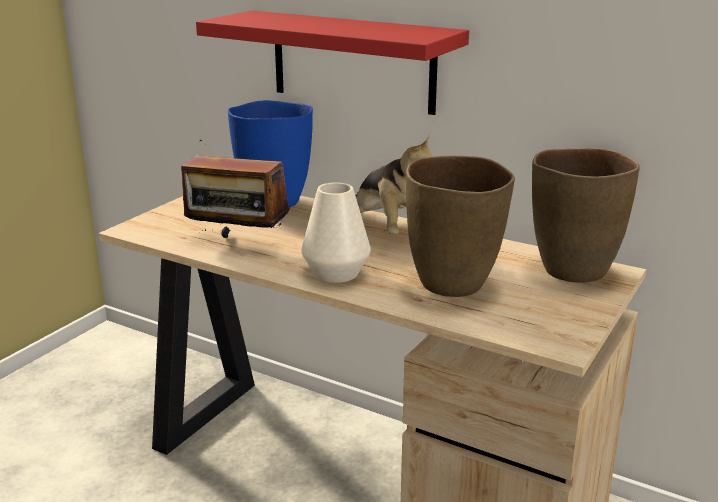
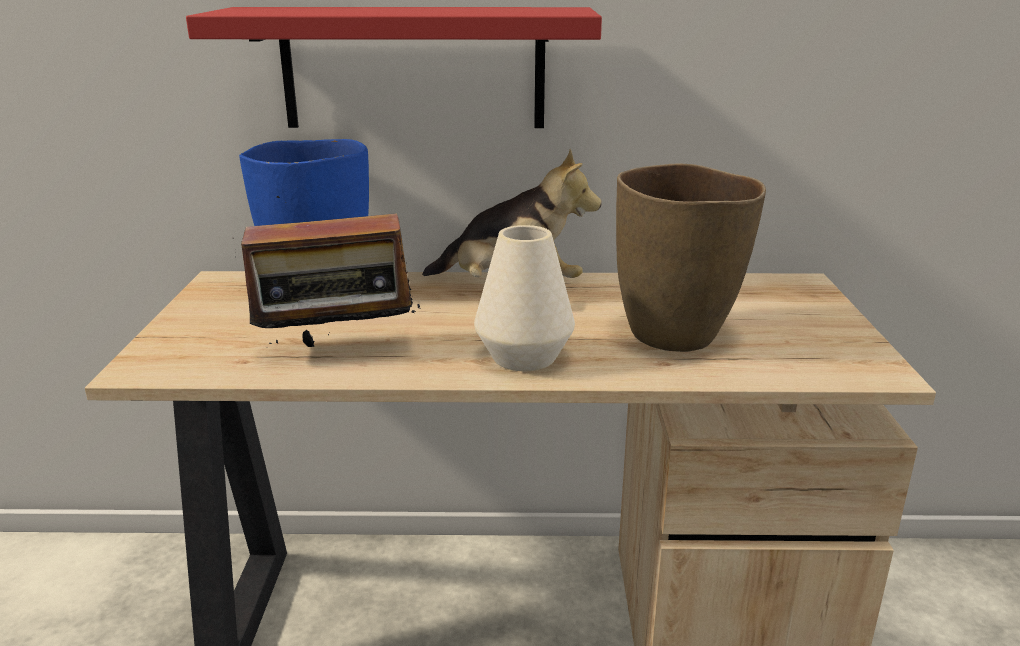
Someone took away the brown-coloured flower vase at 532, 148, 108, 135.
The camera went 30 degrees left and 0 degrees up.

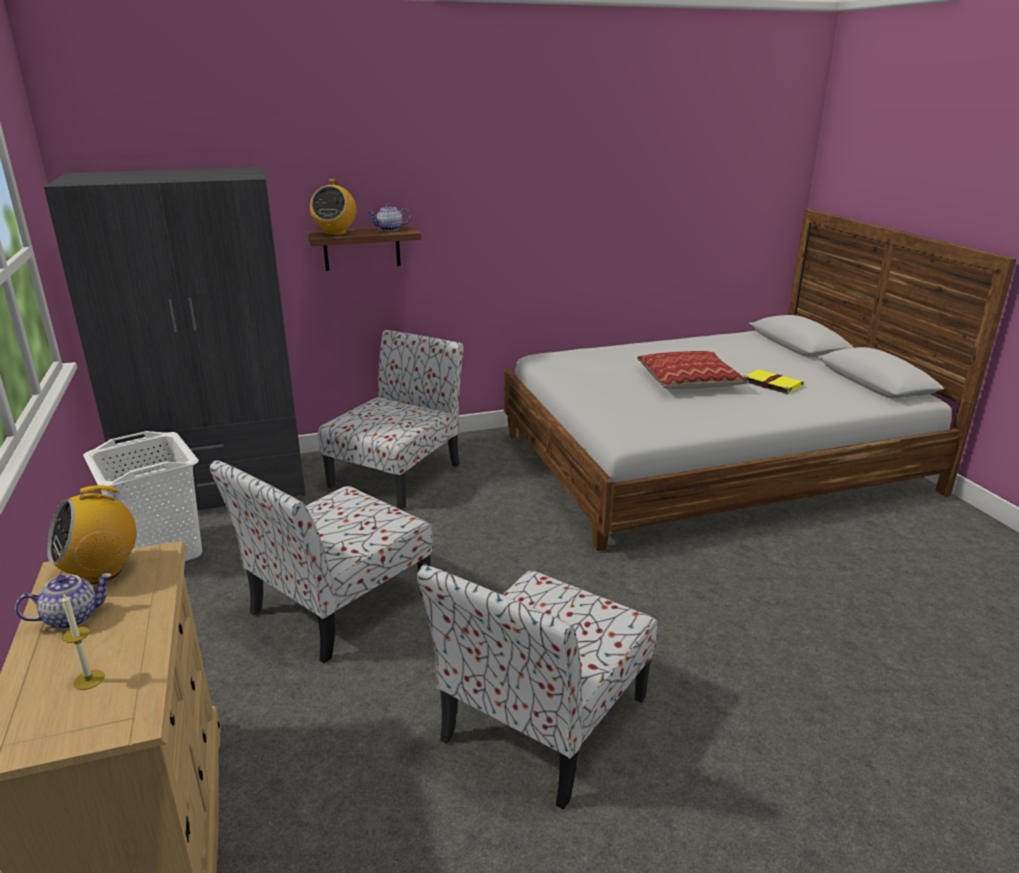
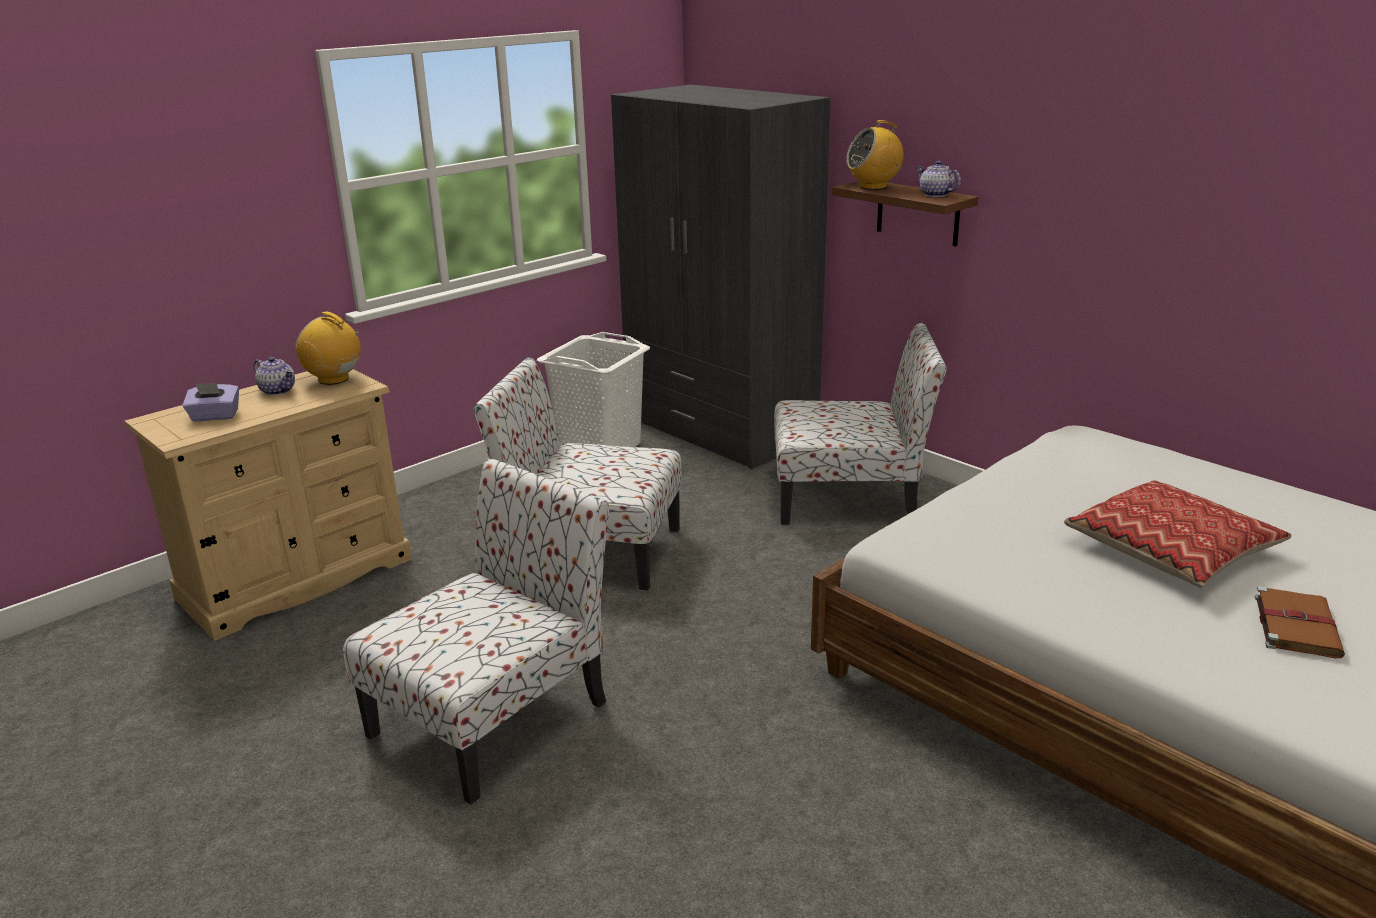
Someone repainted the yellowish bound book at 743, 369, 60, 26, which became the brown-coloured bound book at 1255, 586, 90, 72.
Someone rotated the upright chair at 417, 564, 241, 246 by 120 degrees clockwise.
Someone swapped the candle at 62, 594, 43, 96 for the purple tissue holder at 183, 383, 56, 39.
The camera went 65 degrees right and 0 degrees up.

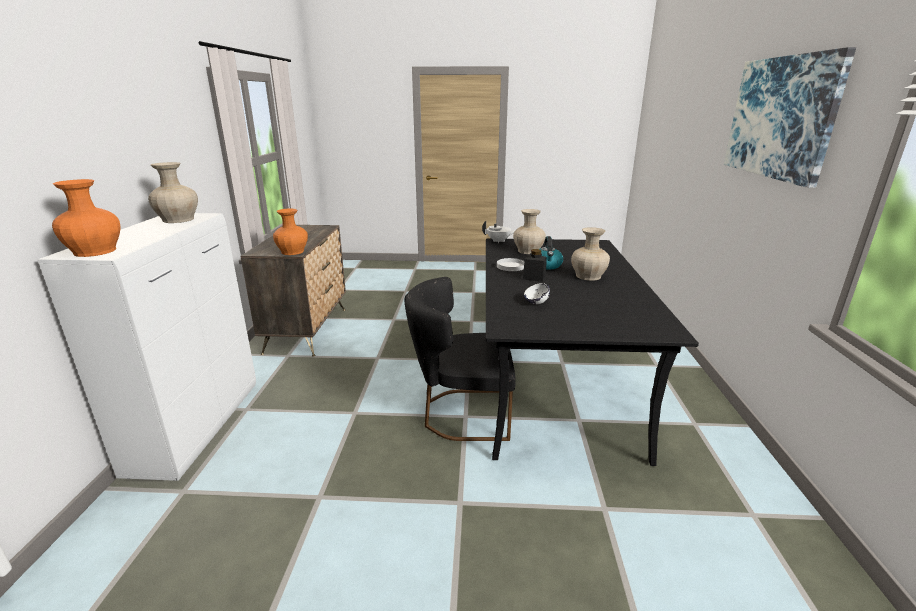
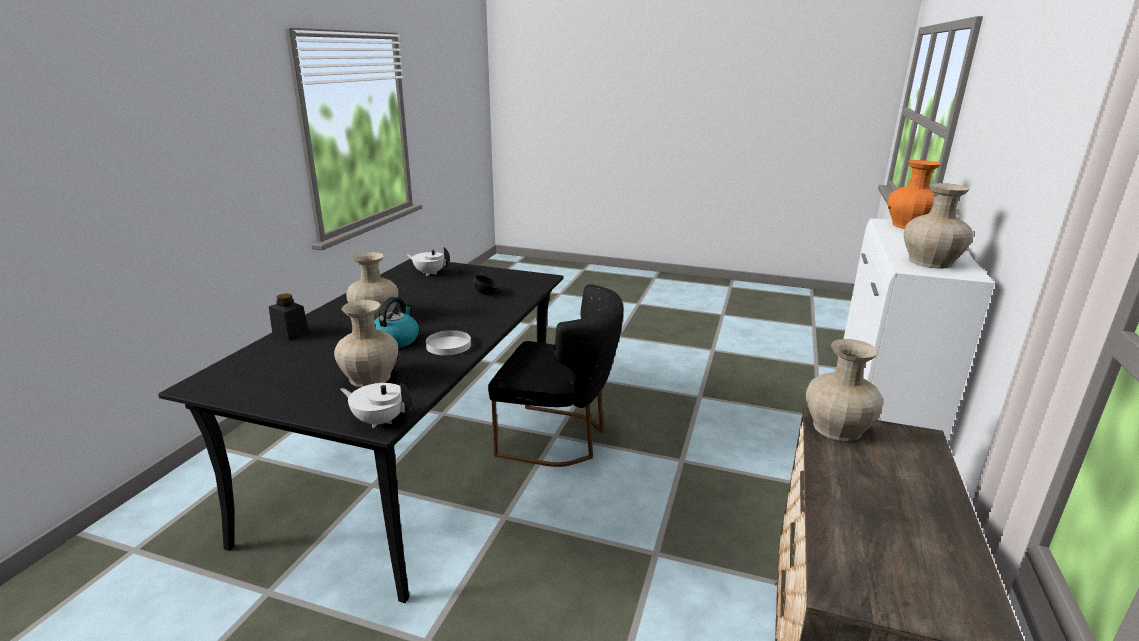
Someone took away the wall picture at 724, 47, 132, 141.
Someone repainted the orange-coloured flower vase at 273, 209, 35, 46, which became the beige flower vase at 806, 339, 77, 102.
Someone carried the black storage jar from 523, 249, 24, 33 to 269, 293, 40, 48.
Someone repainted the white-coloured bowl at 524, 283, 26, 21, which became the black bowl at 474, 275, 26, 20.
Someone put down the white-coloured pot for tea at 406, 247, 44, 29.
The camera went 165 degrees left and 0 degrees up.

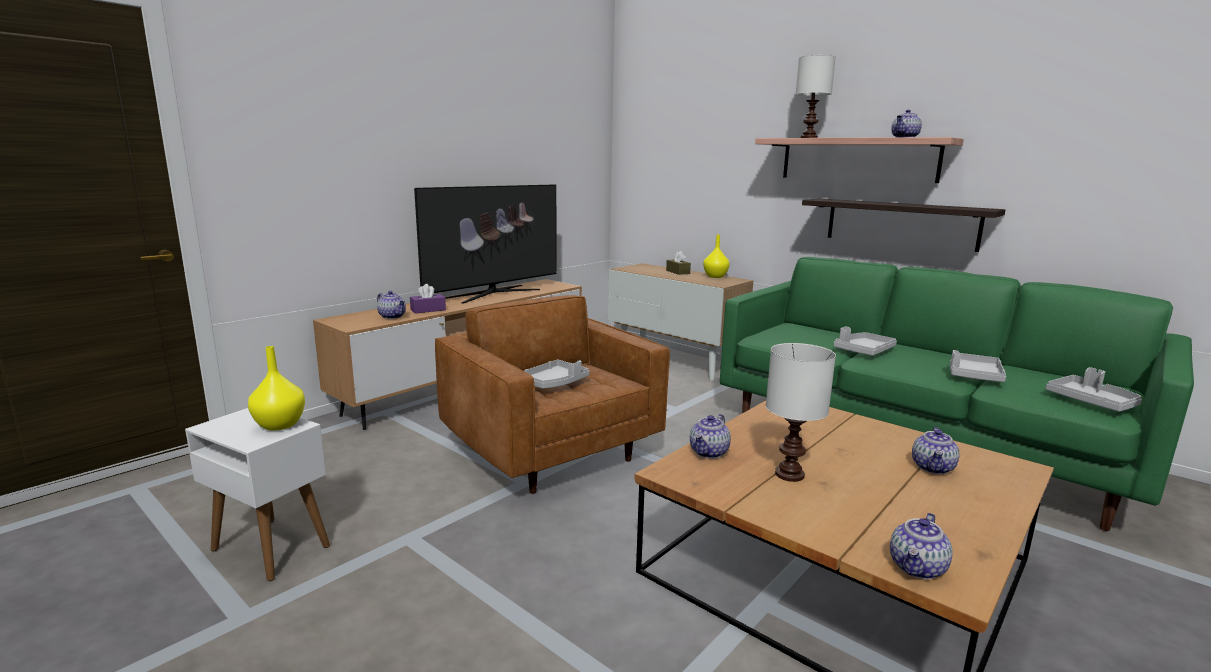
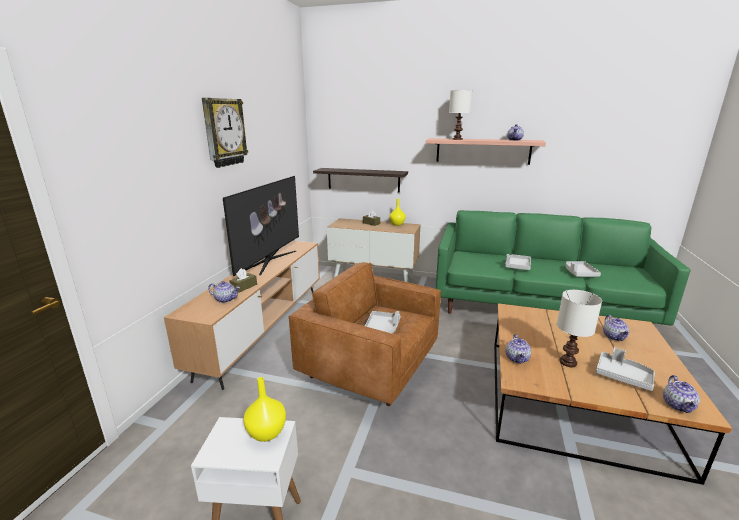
Someone carried the bracket shelf from 802, 199, 204, 53 to 313, 168, 95, 24.
Someone repainted the purple tissue holder at 410, 284, 36, 30, which became the brown-coloured tissue holder at 229, 268, 28, 25.
Someone carried the grey carrying tray from 1045, 367, 97, 45 to 596, 347, 59, 44.
Someone put up the hanging clock at 202, 98, 46, 70.
The camera went 25 degrees left and 5 degrees up.

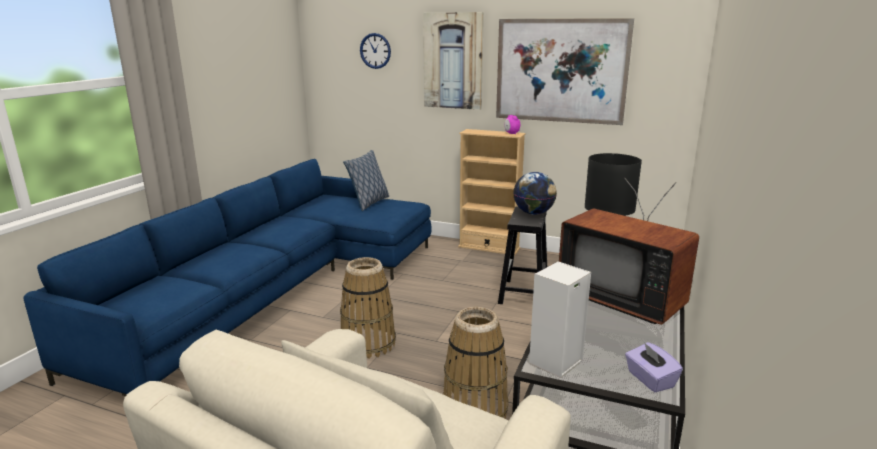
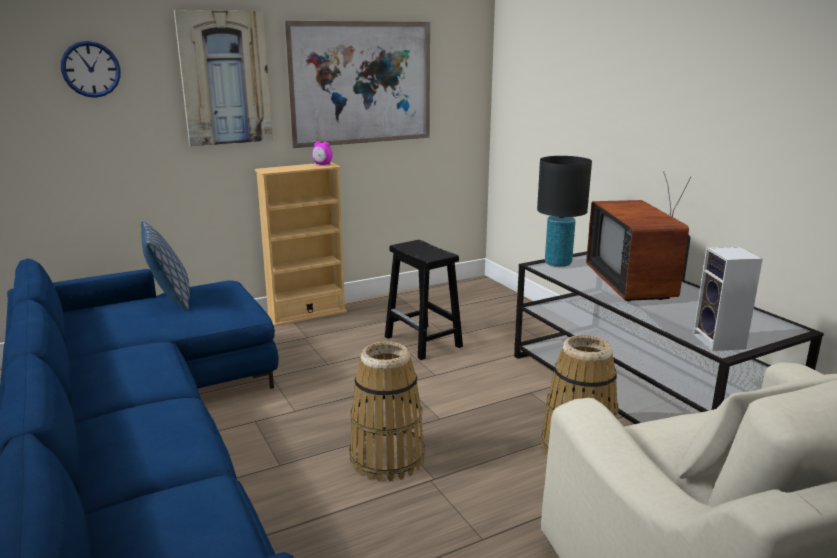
Someone took away the world globe at 513, 172, 44, 42.
Someone rotated the TV set at 559, 178, 140, 146 by 90 degrees clockwise.
Someone took away the purple tissue holder at 625, 342, 58, 50.
The camera went 50 degrees left and 0 degrees up.

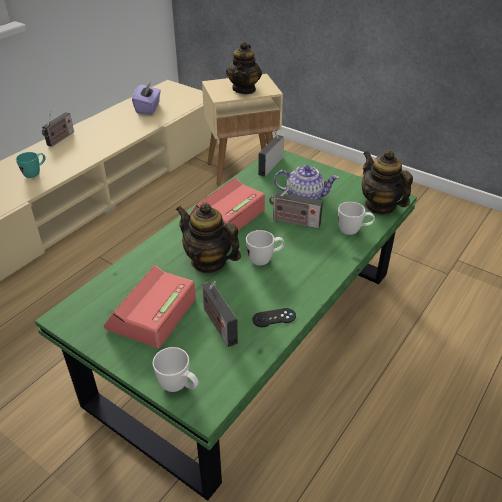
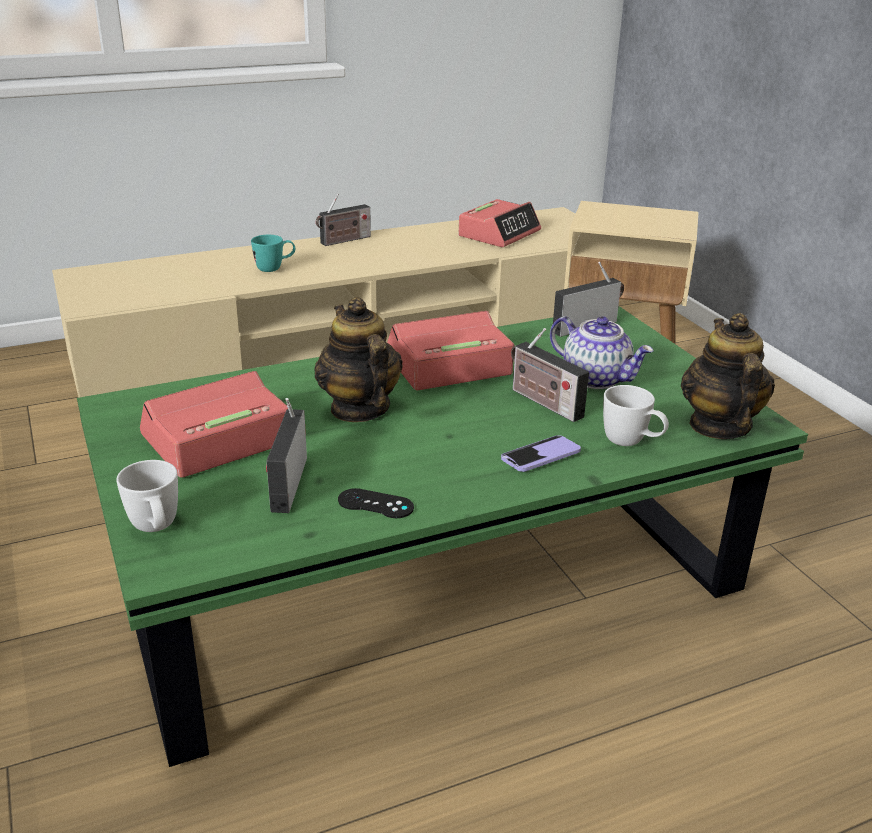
Someone took away the pot for tea at 226, 42, 36, 52.
Someone swapped the purple tissue holder at 132, 82, 29, 32 for the bedside clock at 459, 199, 82, 48.
Someone took away the white-coloured tea mug at 246, 230, 39, 36.
Someone put down the handset at 501, 435, 80, 37.
The camera went 30 degrees right and 10 degrees down.

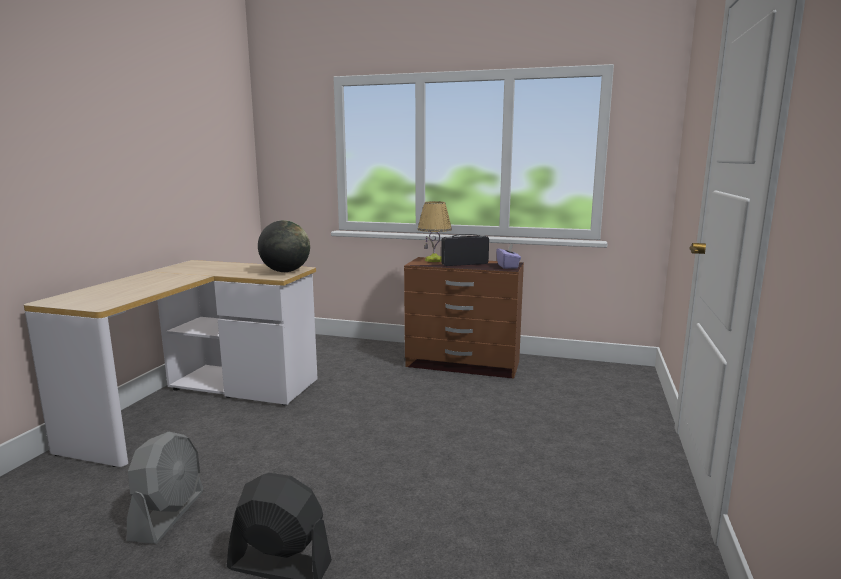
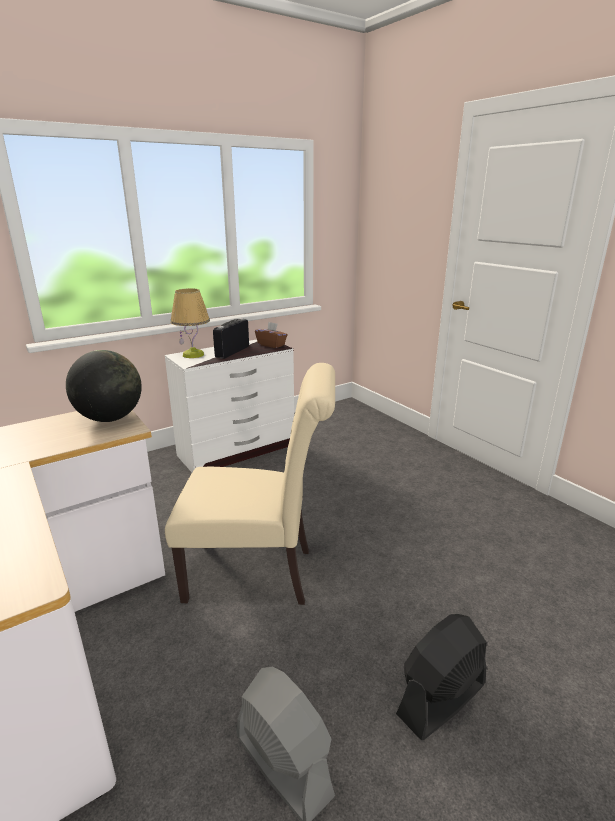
Someone repainted the purple tissue holder at 496, 244, 25, 25, which became the brown-coloured tissue holder at 255, 322, 32, 26.
Someone repainted the brown-coloured dresser at 404, 257, 120, 122, which became the white-coloured dresser at 165, 339, 129, 133.
Someone put down the beige upright chair at 165, 363, 170, 242.
The camera went 50 degrees left and 10 degrees up.

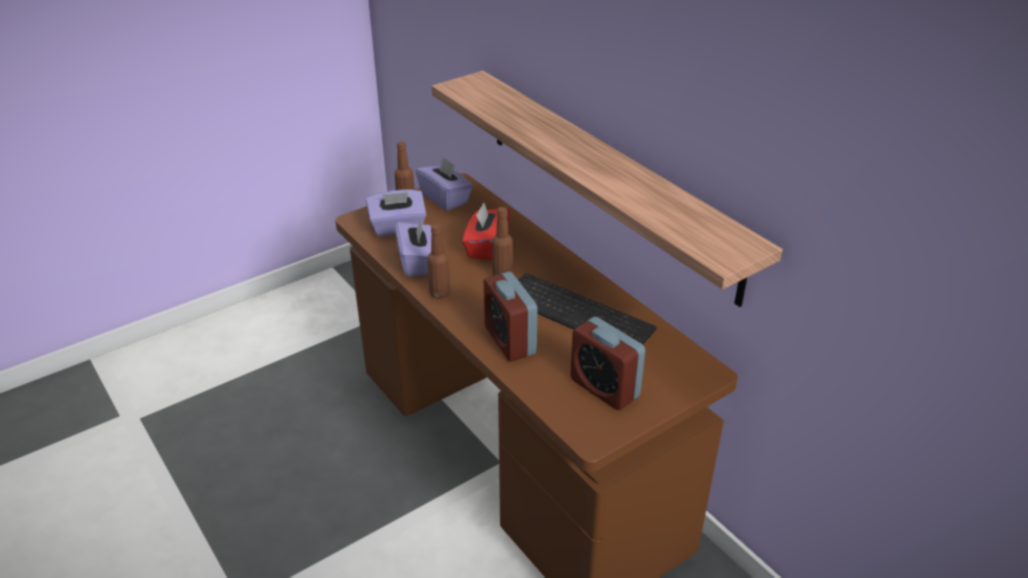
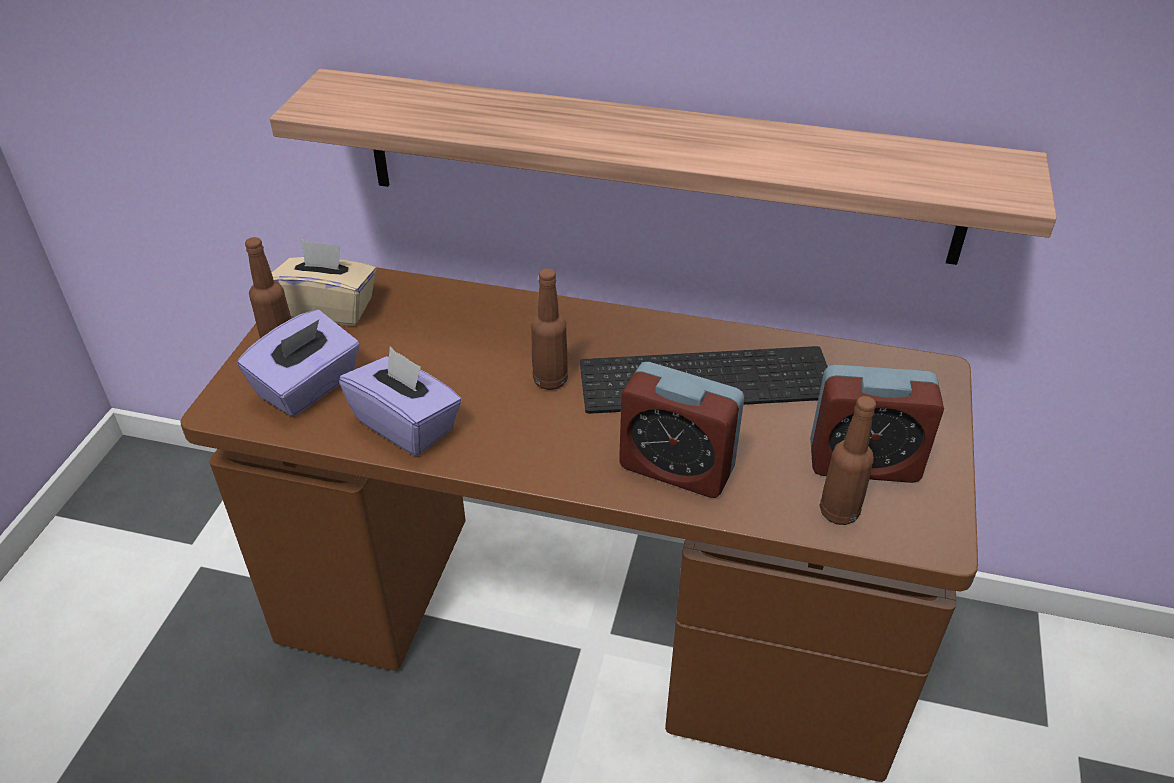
Someone repainted the purple tissue holder at 416, 156, 57, 55, which became the beige tissue holder at 272, 240, 105, 85.
Someone took away the reddish tissue holder at 462, 202, 48, 58.
Someone carried the brown-coloured drink bottle from 427, 224, 24, 75 to 820, 396, 56, 129.
The camera went 40 degrees left and 5 degrees up.

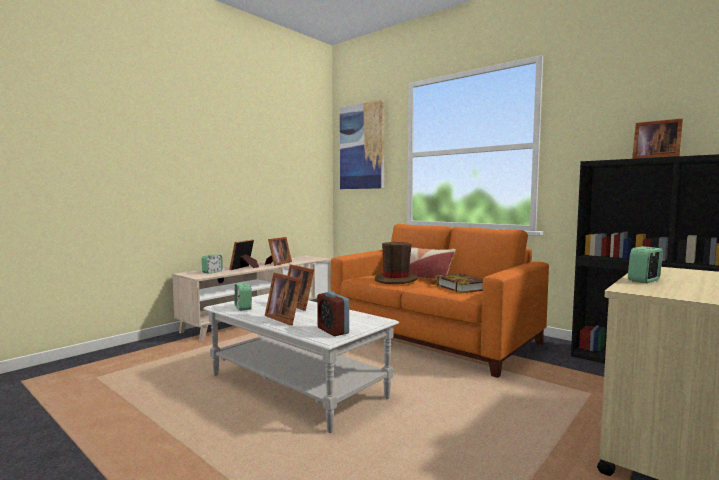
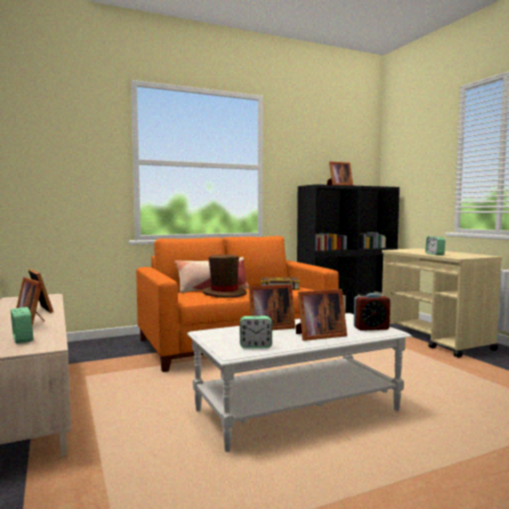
Someone took away the wall picture at 340, 99, 45, 90.
The camera went 65 degrees left and 0 degrees up.

